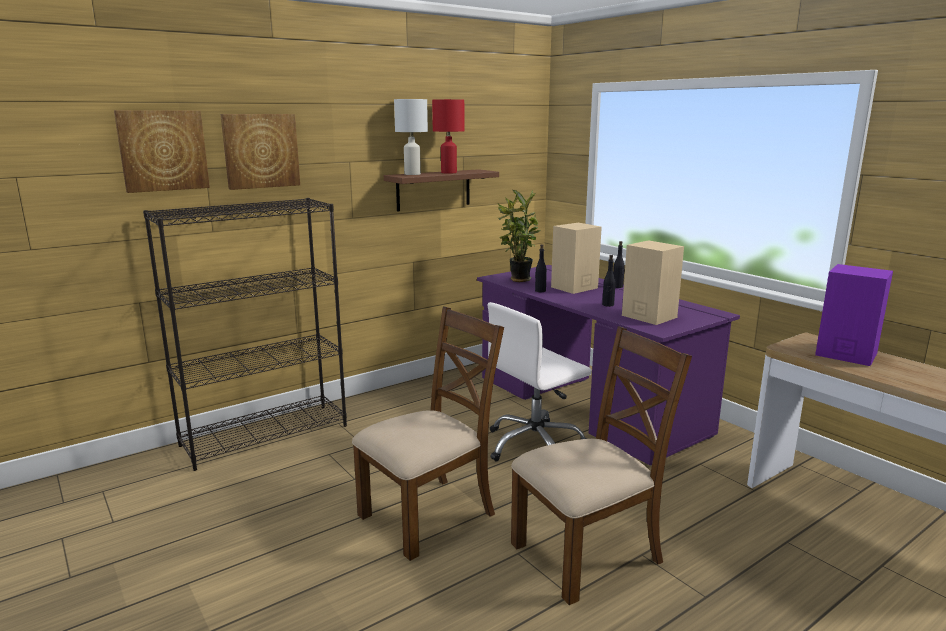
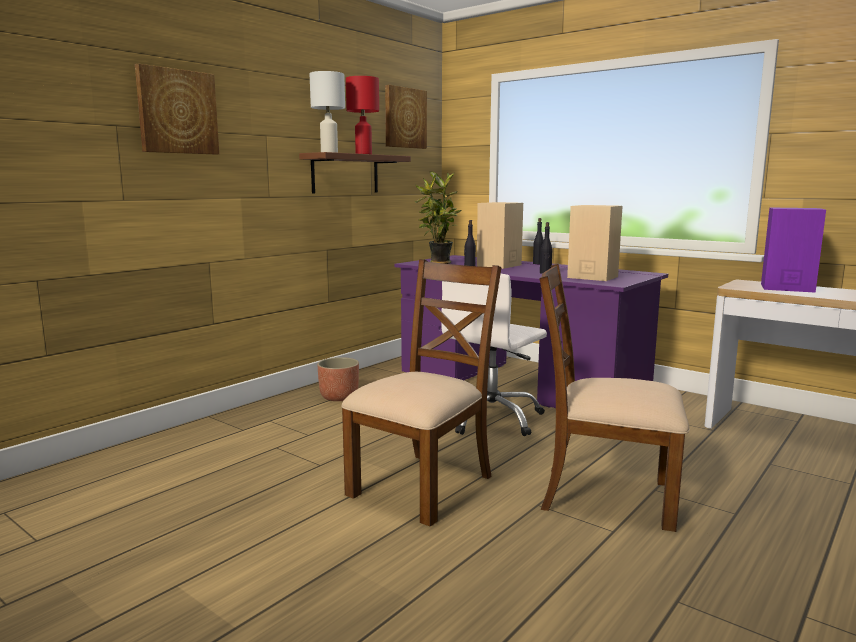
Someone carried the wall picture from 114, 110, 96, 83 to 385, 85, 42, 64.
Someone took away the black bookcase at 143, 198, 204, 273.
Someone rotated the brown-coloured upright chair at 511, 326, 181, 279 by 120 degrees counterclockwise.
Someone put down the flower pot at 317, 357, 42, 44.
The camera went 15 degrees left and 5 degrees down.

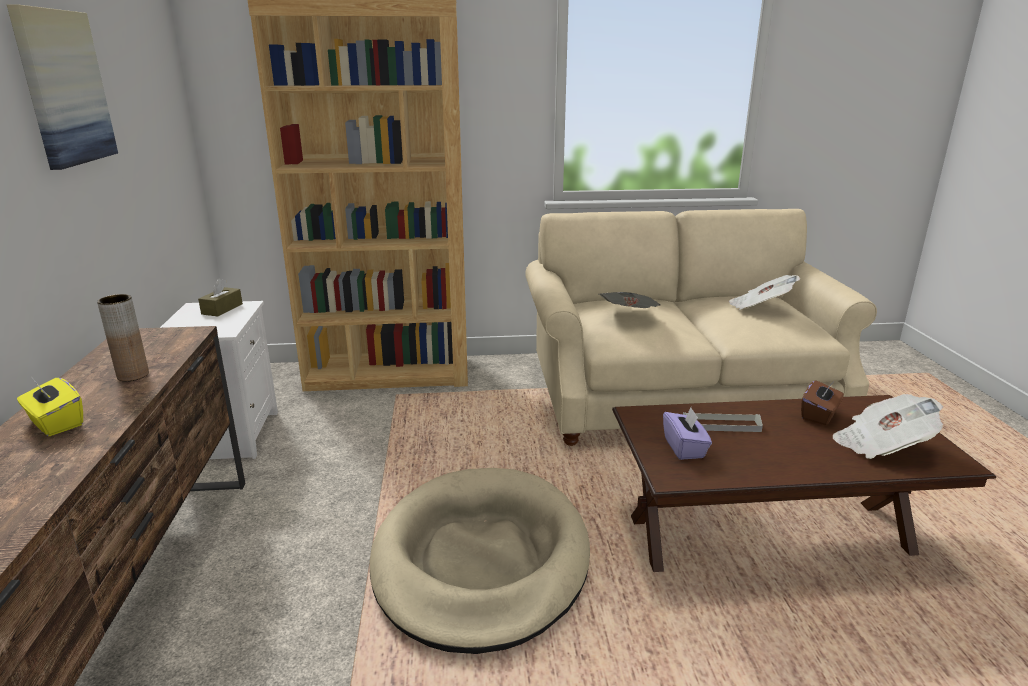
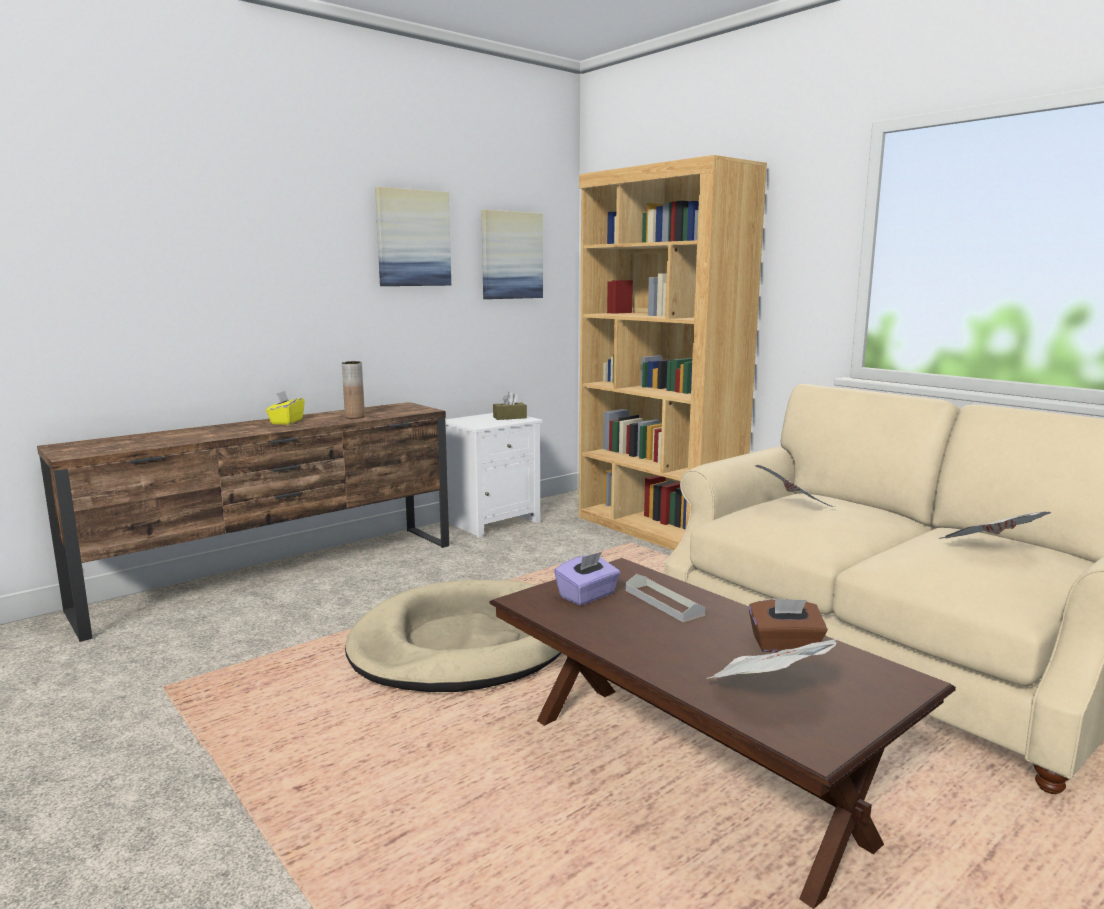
Someone put up the wall picture at 481, 210, 62, 89.
The camera went 55 degrees right and 10 degrees down.

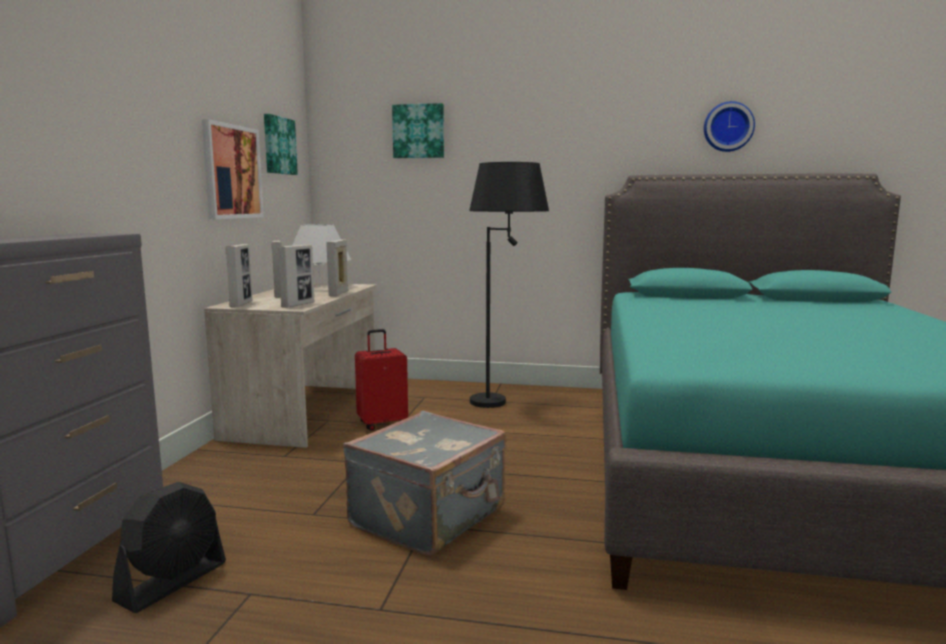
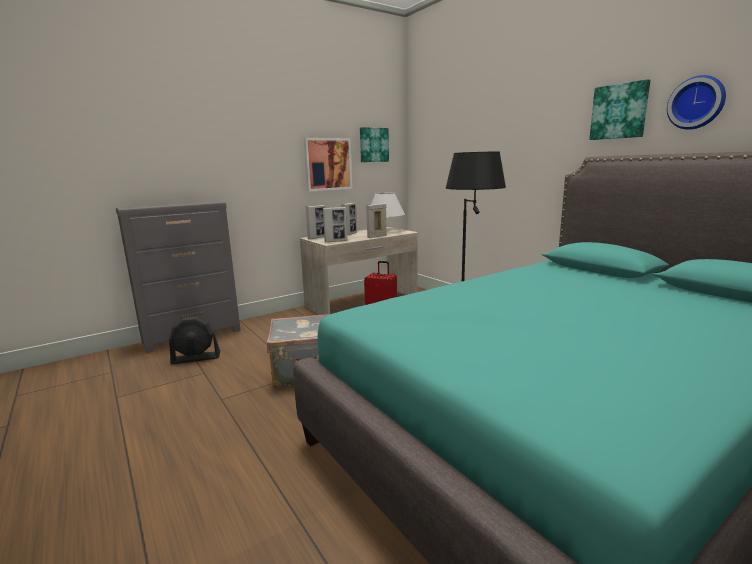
Someone carried the wall picture from 392, 103, 52, 55 to 589, 79, 62, 61.
The camera went 45 degrees right and 5 degrees up.

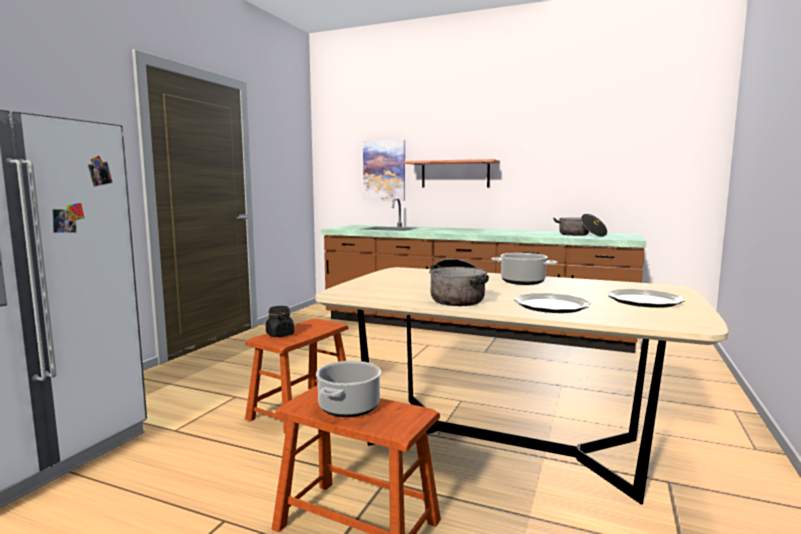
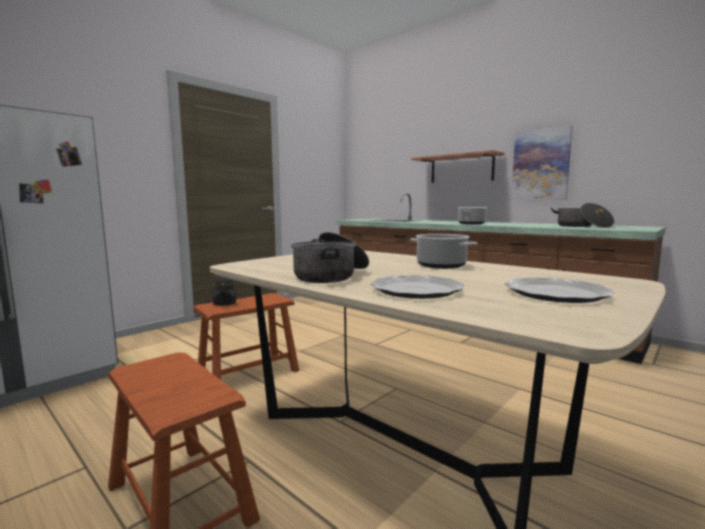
Someone carried the wall picture from 363, 140, 42, 61 to 511, 126, 61, 74.
Someone carried the stockpot from 316, 361, 65, 56 to 458, 207, 29, 18.
The camera went 20 degrees right and 0 degrees up.

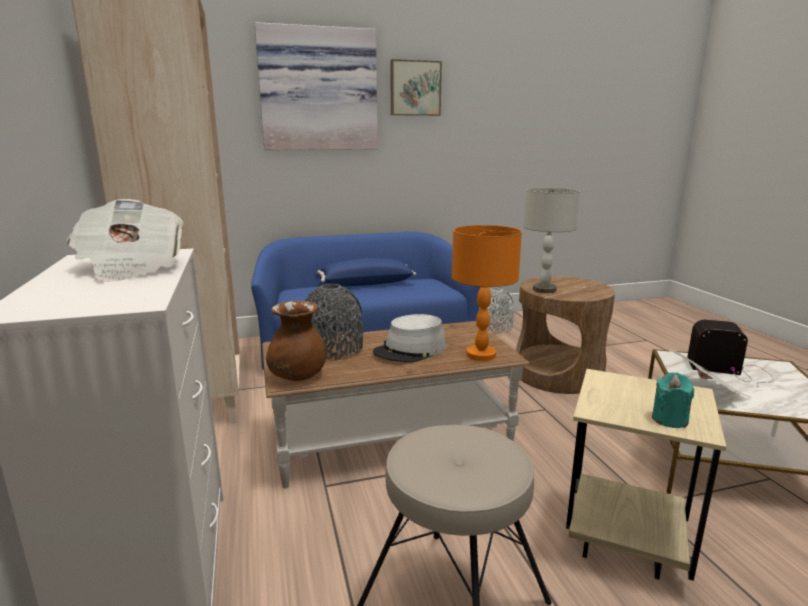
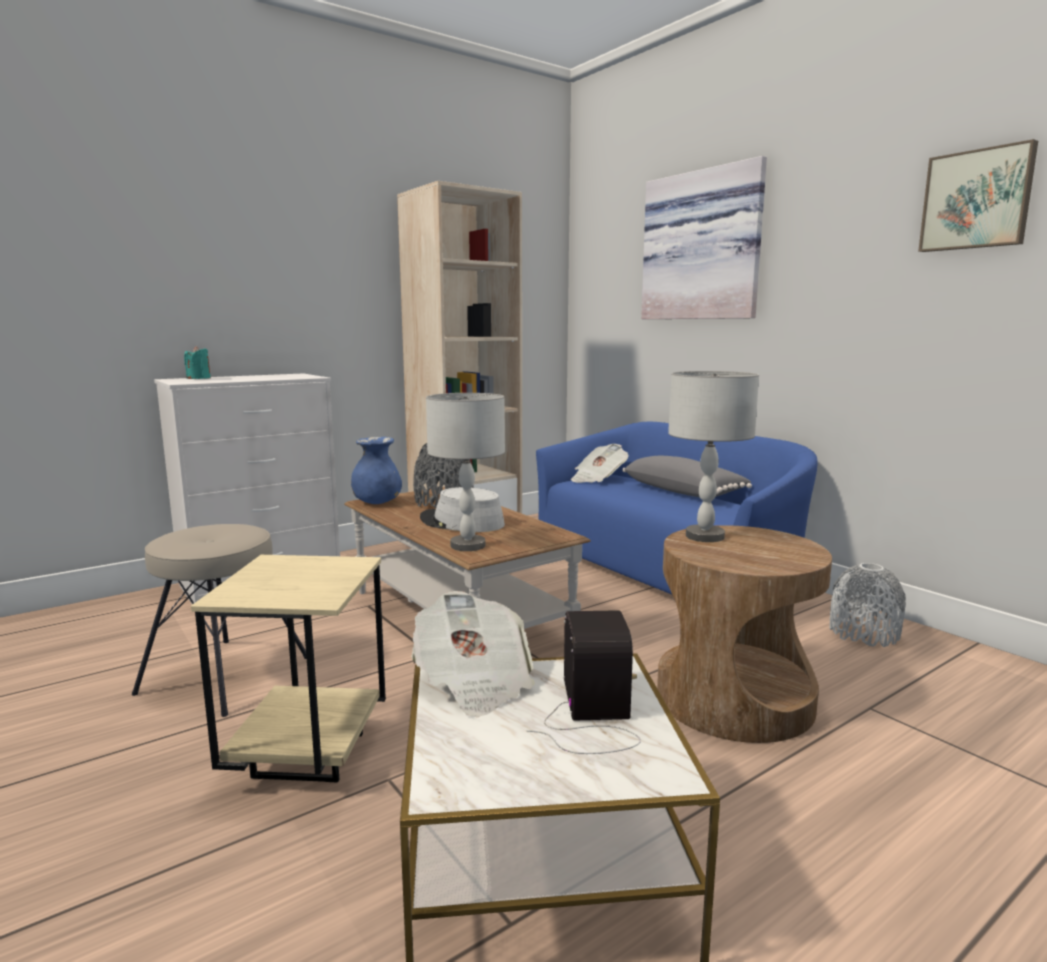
Someone carried the wall picture from 390, 59, 52, 57 to 918, 139, 120, 113.
Someone carried the newspaper from 67, 199, 116, 83 to 571, 444, 57, 39.
Someone repainted the orange-coloured lamp for a table at 452, 225, 70, 136, which became the grey lamp for a table at 426, 393, 79, 158.
Someone repainted the bluish throw pillow at 317, 258, 99, 28, which became the grey throw pillow at 622, 456, 130, 41.
Someone repainted the brown-coloured flower vase at 266, 301, 60, 80, which became the bluish flower vase at 351, 437, 51, 67.
Someone carried the blue-green candle from 652, 372, 42, 56 to 184, 346, 27, 33.
The camera went 70 degrees right and 5 degrees down.

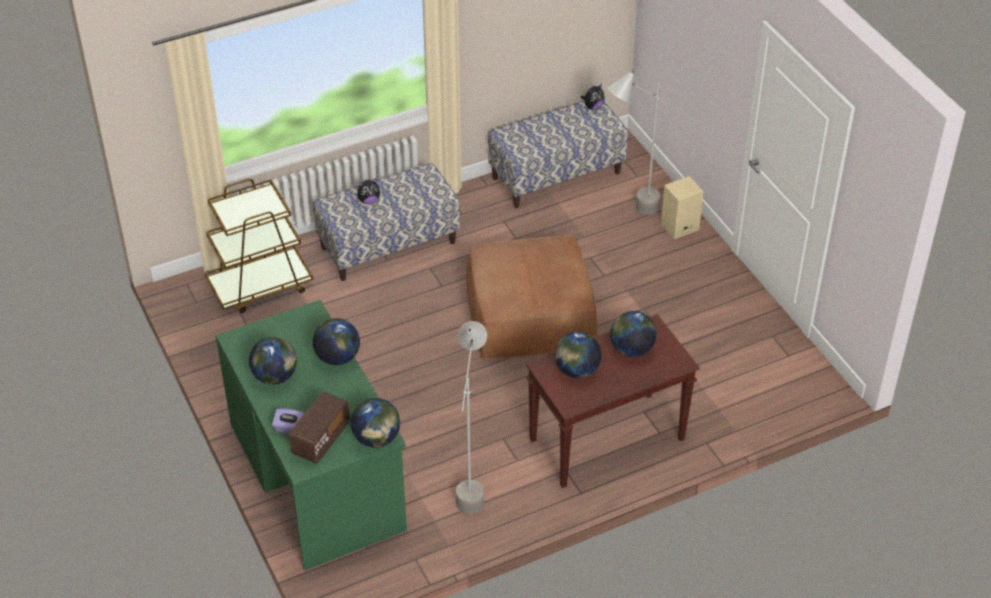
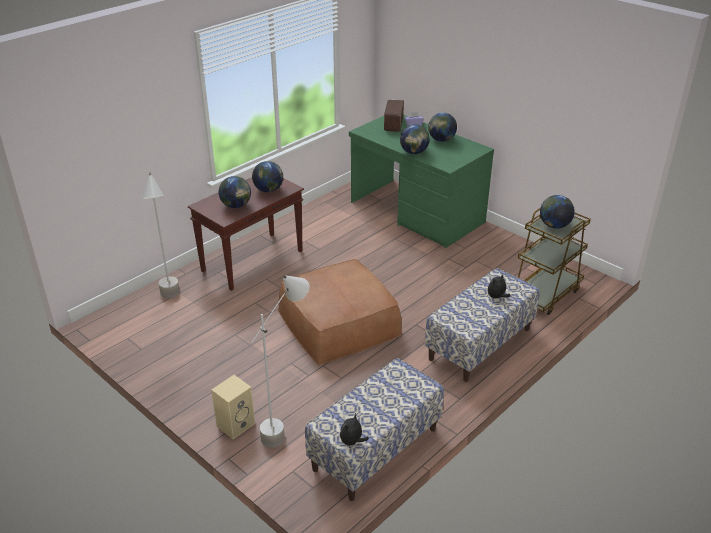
Someone carried the grey standard lamp from 456, 321, 31, 193 to 142, 172, 38, 126.
Someone carried the world globe from 351, 398, 49, 50 to 540, 195, 35, 34.
The camera went 160 degrees right and 10 degrees down.

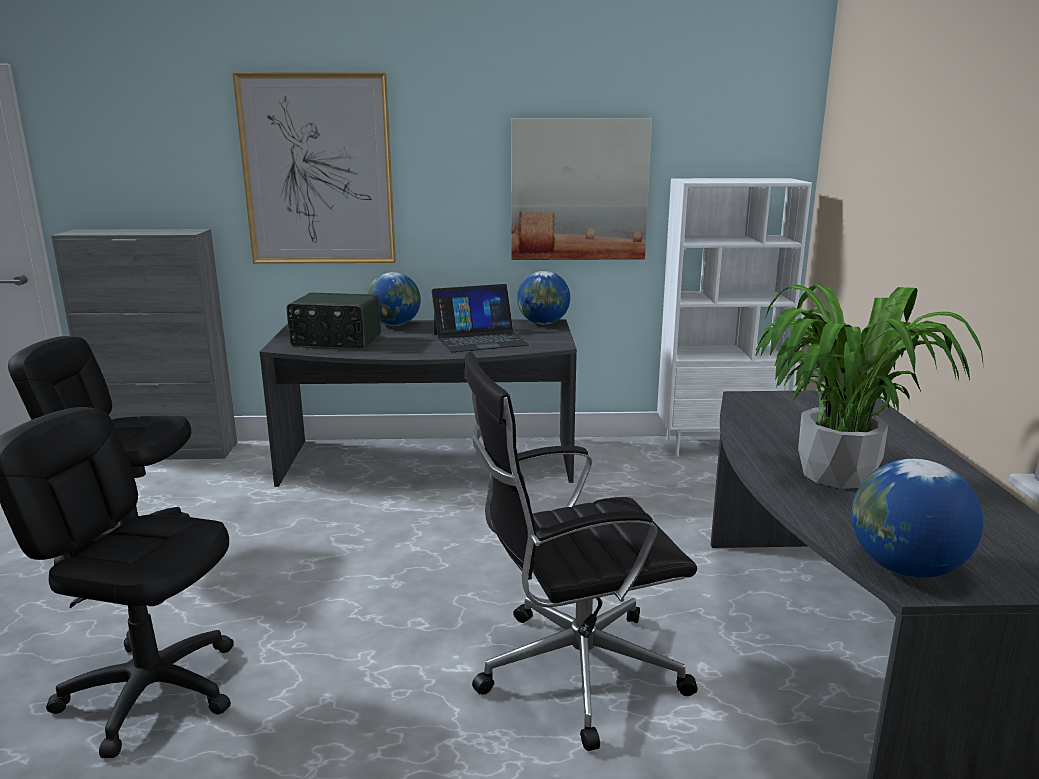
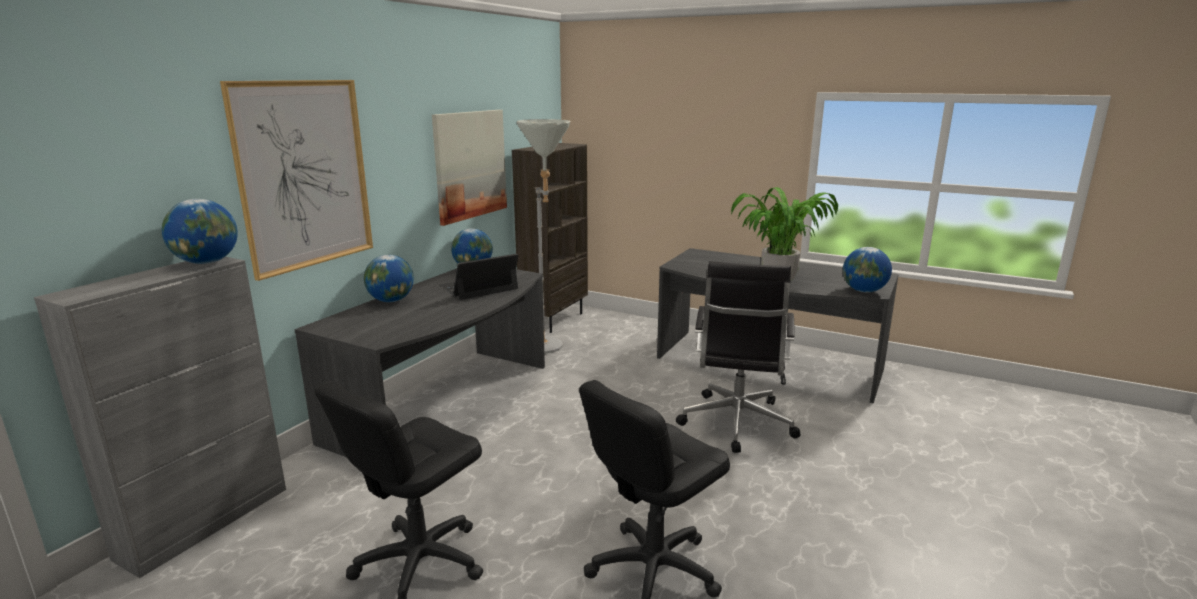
Someone repainted the white-coloured bookcase at 657, 178, 155, 278, which became the brown-coloured bookcase at 512, 143, 76, 190.
Someone rotated the portable computer at 432, 284, 97, 68 by 135 degrees counterclockwise.
Someone took away the radio set at 286, 292, 95, 57.
Someone put down the grey standard lamp at 517, 119, 53, 235.
Someone put down the world globe at 162, 199, 76, 65.
The camera went 60 degrees left and 0 degrees up.

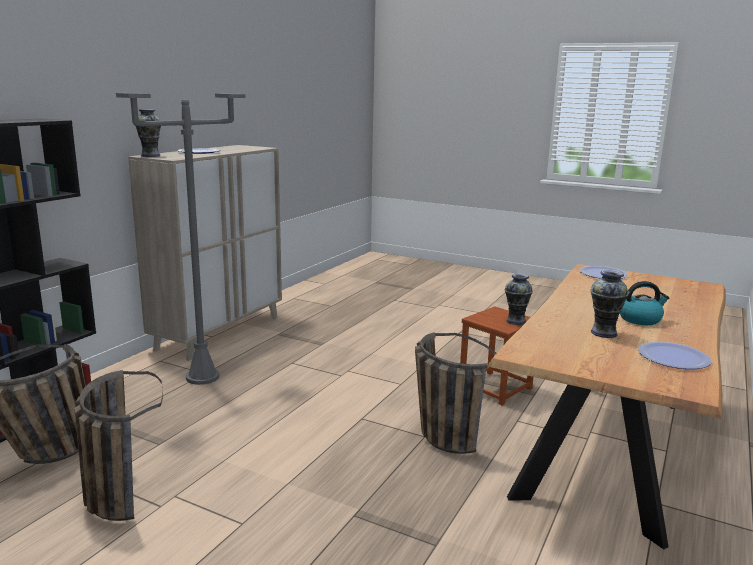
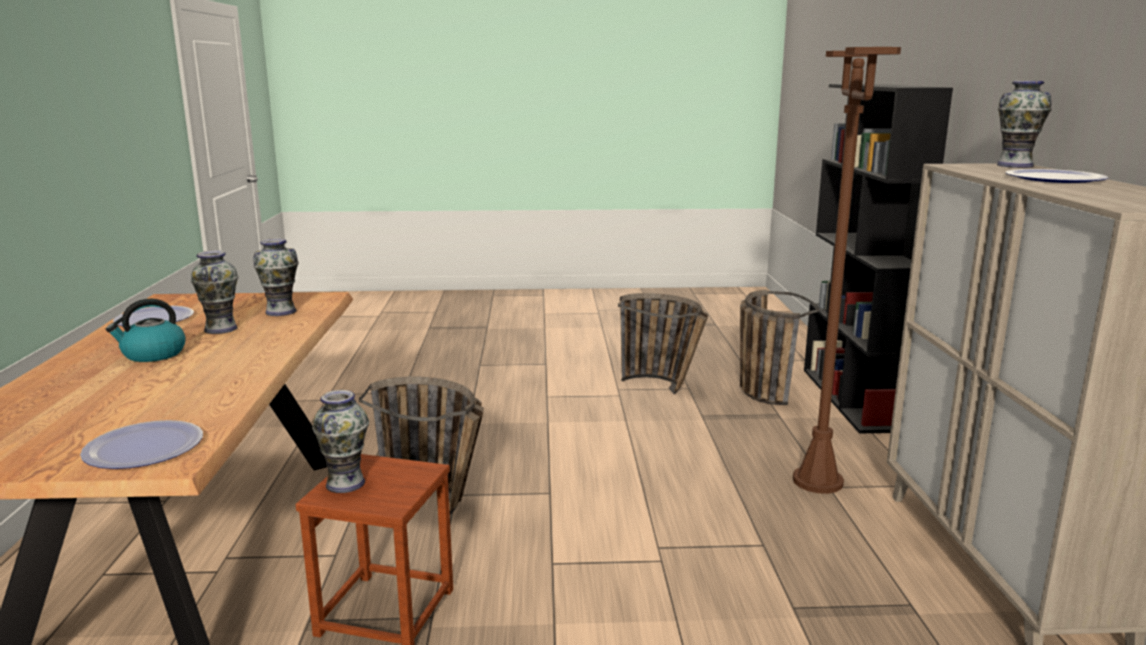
Someone repainted the grey standard lamp at 116, 93, 130, 292, which became the brown-coloured standard lamp at 793, 47, 108, 447.
Someone put down the flower vase at 253, 238, 46, 78.
The camera went 150 degrees right and 0 degrees up.

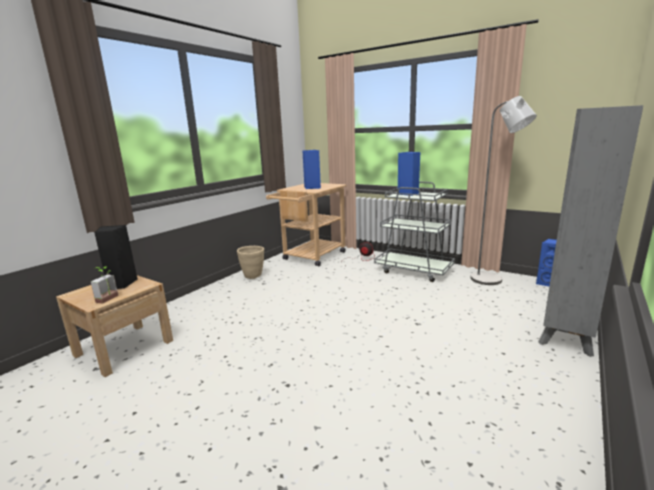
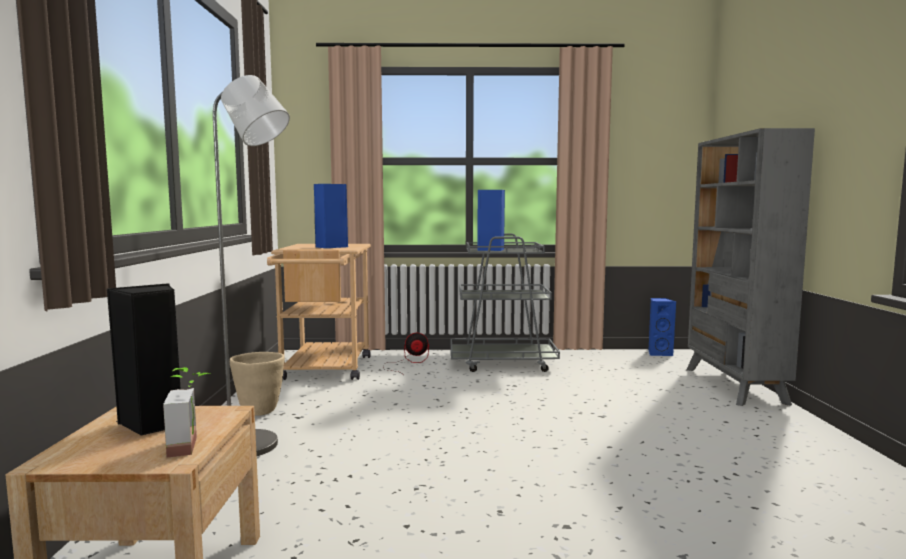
Someone carried the grey standard lamp from 470, 96, 67, 189 to 213, 75, 77, 381.
The camera went 35 degrees left and 10 degrees down.

